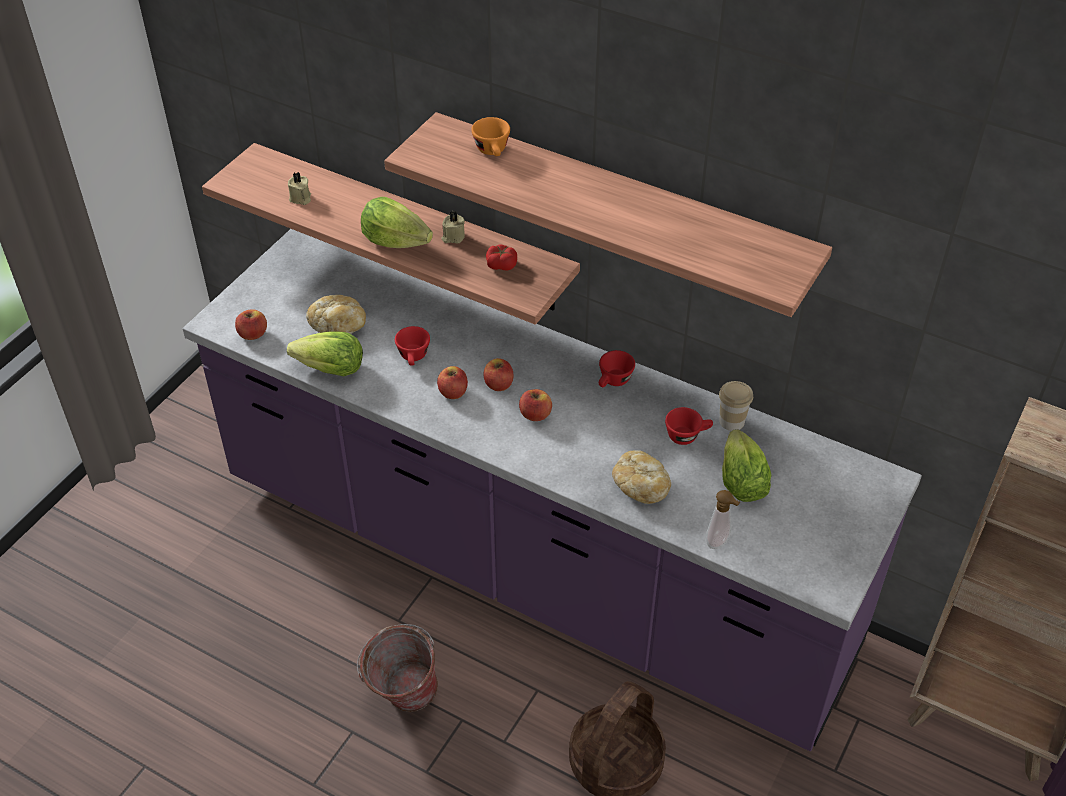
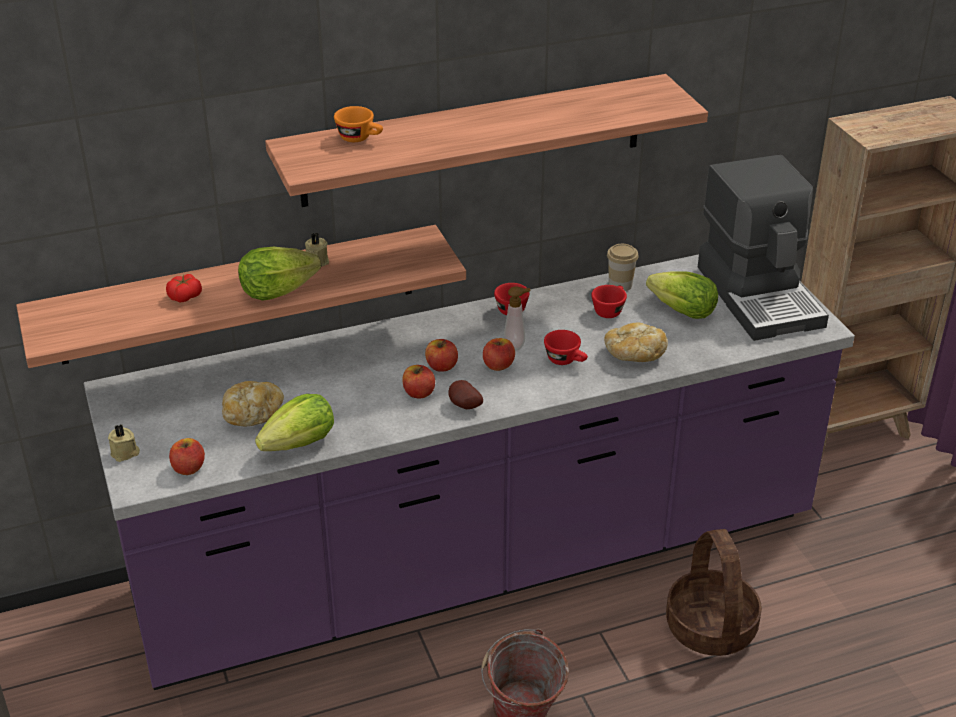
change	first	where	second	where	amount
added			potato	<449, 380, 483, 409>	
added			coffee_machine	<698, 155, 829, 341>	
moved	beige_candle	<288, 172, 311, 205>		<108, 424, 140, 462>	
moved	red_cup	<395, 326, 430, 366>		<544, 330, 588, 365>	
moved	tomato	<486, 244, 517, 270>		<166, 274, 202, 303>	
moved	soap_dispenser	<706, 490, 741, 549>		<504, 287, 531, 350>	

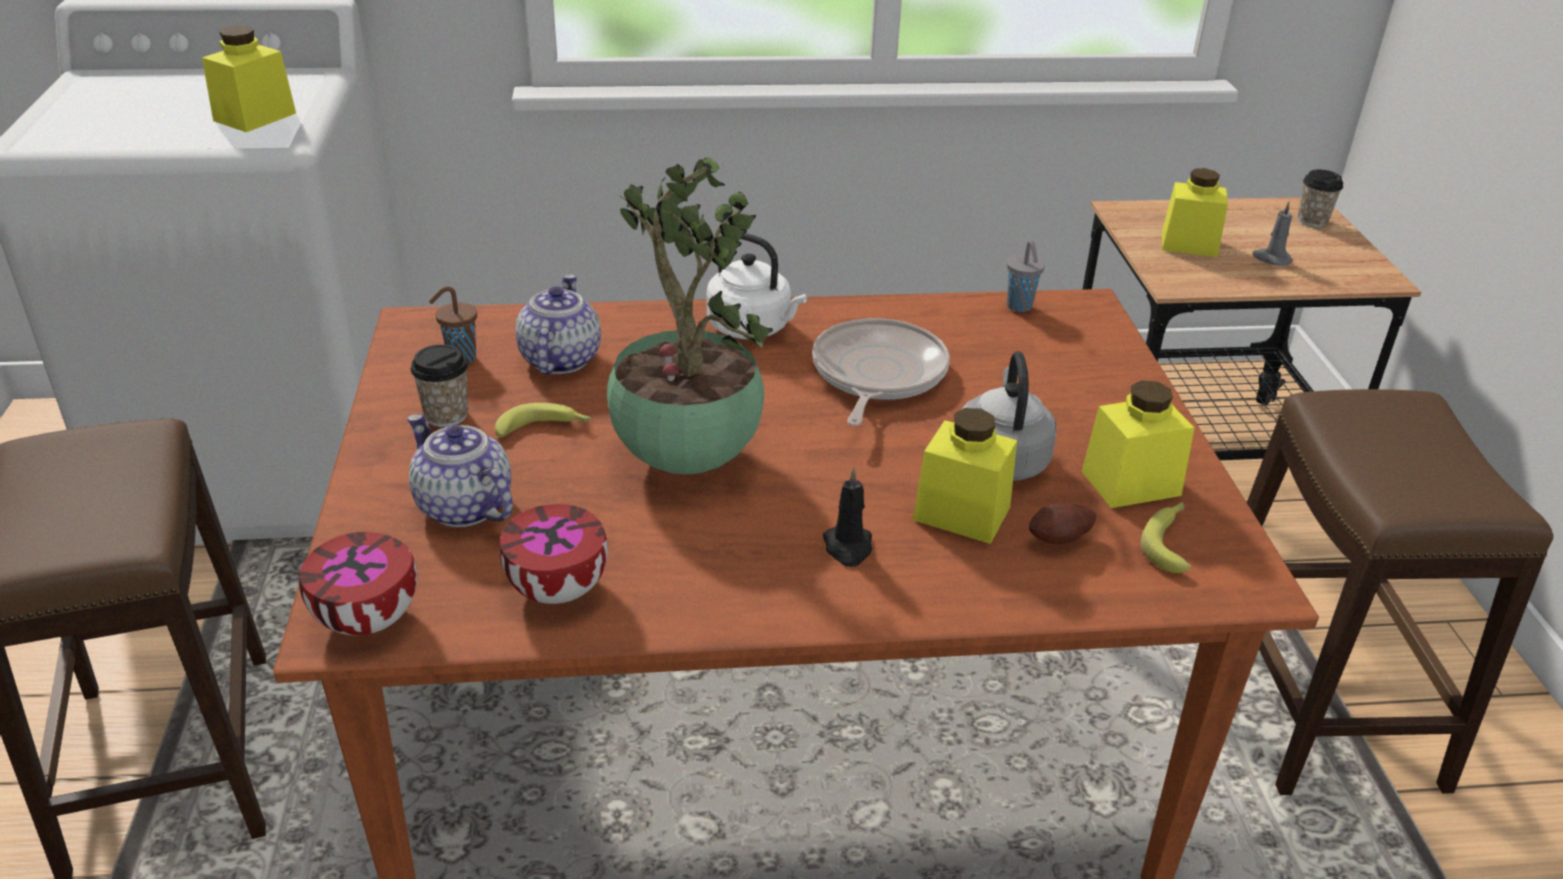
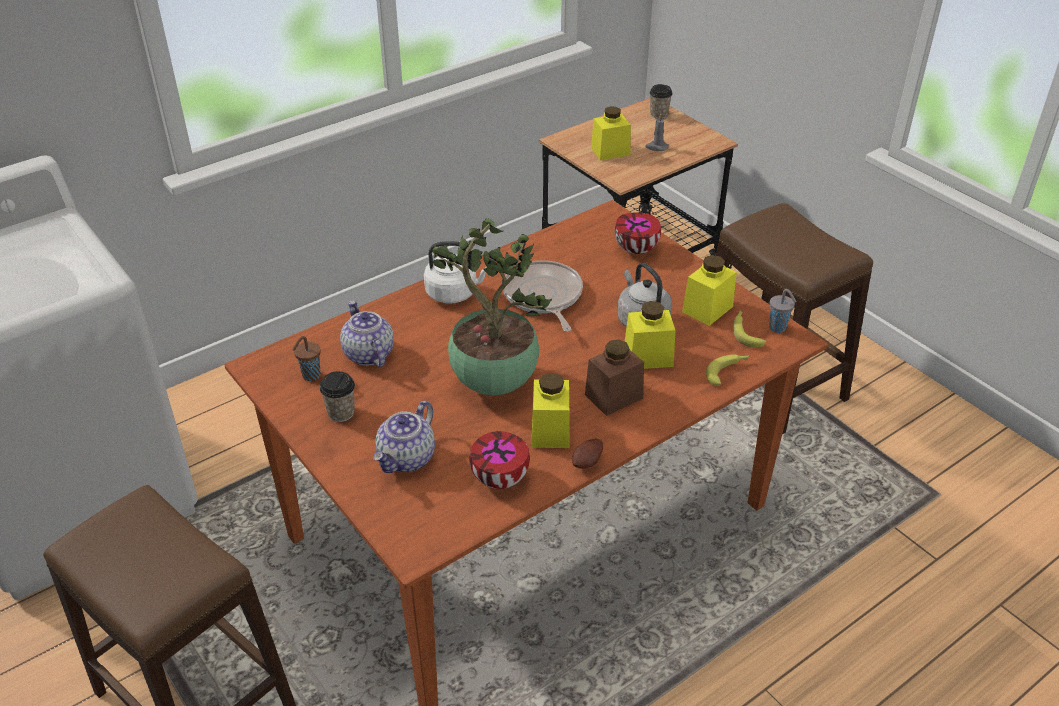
change	first	where	second	where	amount
moved	yellow_jar	<202, 25, 296, 132>		<532, 373, 570, 448>	
moved	bowl	<299, 532, 417, 636>		<615, 212, 661, 254>	
moved	banana	<495, 403, 592, 437>		<706, 354, 749, 386>	
moved	grey_cup	<1007, 240, 1045, 312>		<769, 289, 797, 333>	
moved	potato	<1029, 503, 1097, 544>		<572, 439, 603, 469>	
replaced	black_candle	<823, 468, 872, 567>	brown_jar	<585, 340, 644, 416>	
turned	teapot	<407, 414, 513, 527>		<373, 401, 435, 473>	75 degrees counterclockwise

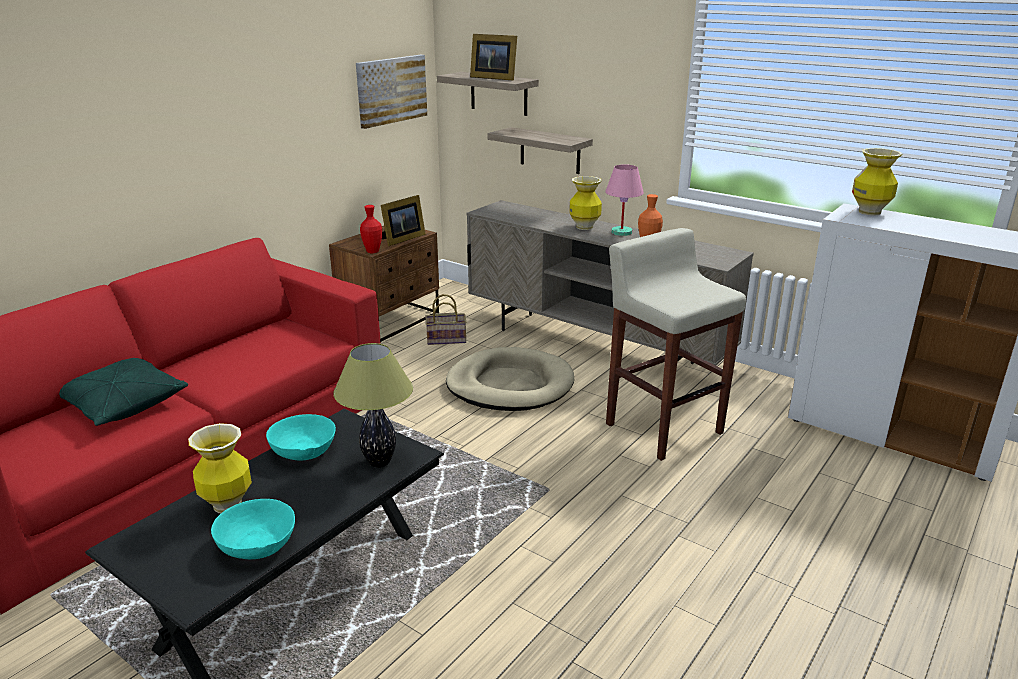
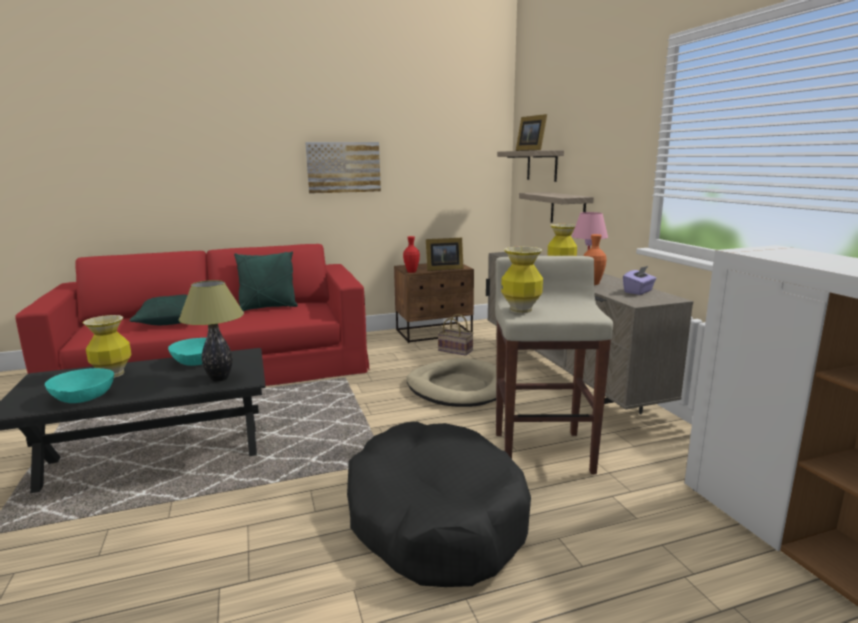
change	first	where	second	where	amount
added			green_pillow	<234, 251, 298, 311>	
added			black_dog_bed	<347, 421, 531, 587>	
added			purple_tissue_box	<623, 266, 657, 295>	
moved	picture	<356, 55, 427, 129>		<305, 142, 381, 194>	
moved	vase	<852, 148, 902, 216>		<501, 247, 543, 313>	

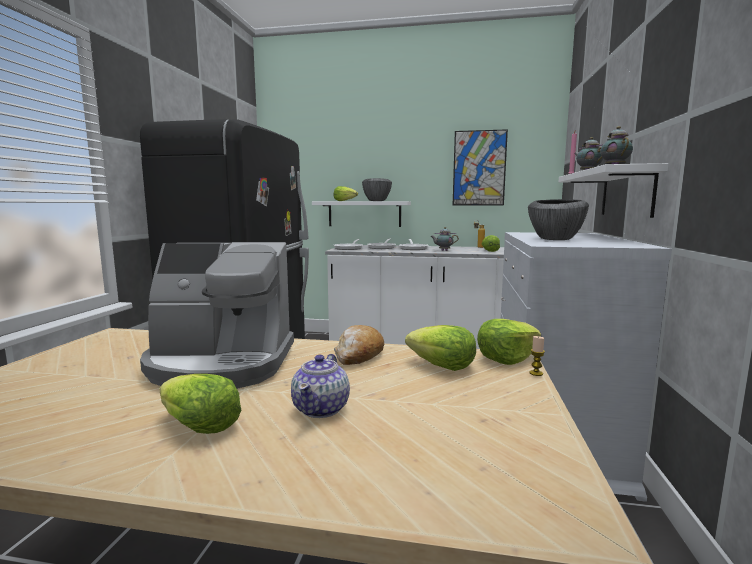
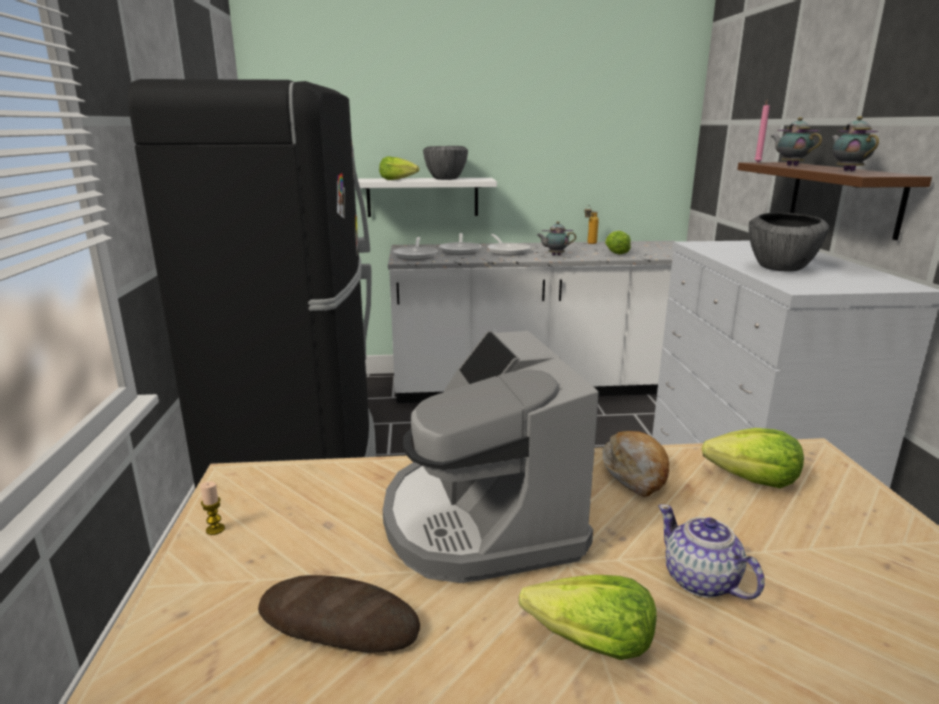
change	first	where	second	where	amount
removed	picture	<453, 129, 508, 206>			
removed	lettuce	<477, 319, 541, 365>			
added			bread	<258, 575, 420, 652>	
moved	candle	<529, 336, 545, 376>		<200, 481, 225, 535>	
recoloured	white_shelf	<559, 163, 669, 218>	brown_shelf	<737, 162, 932, 240>	
turned	coffee_machine	<140, 242, 294, 389>		<383, 331, 599, 583>	90 degrees clockwise
turned	teapot	<291, 354, 350, 418>		<658, 504, 765, 600>	150 degrees clockwise

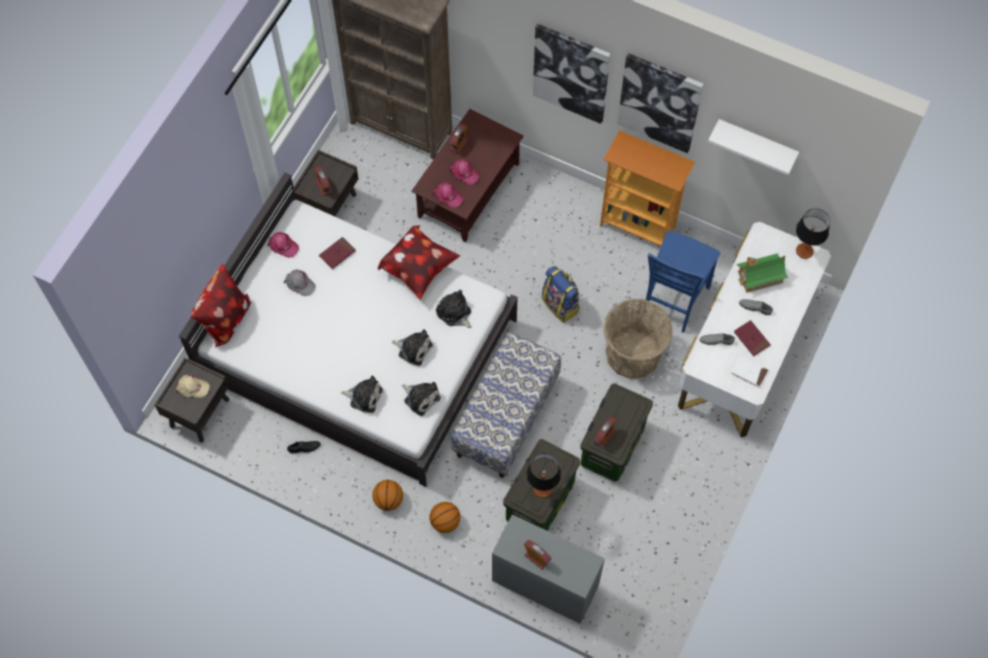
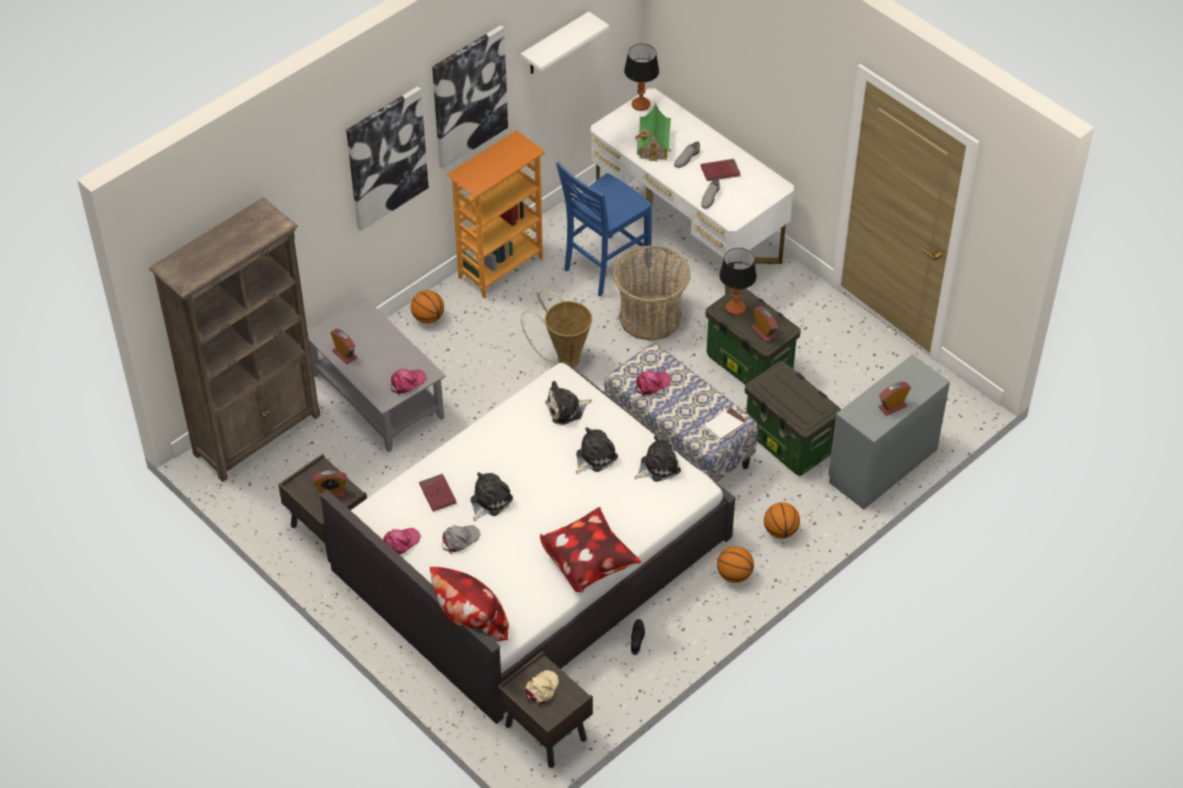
change	first	where	second	where	amount
added			basketball	<411, 290, 444, 324>	
moved	plush_toy	<341, 376, 383, 413>		<470, 472, 513, 521>	
moved	pillow	<378, 225, 460, 300>		<540, 507, 642, 592>	
moved	pink_cap	<449, 159, 480, 185>		<636, 370, 671, 397>	
moved	table_lamp	<526, 453, 561, 498>		<719, 248, 757, 315>	
moved	white_book	<730, 356, 769, 388>		<704, 407, 748, 441>	
replaced	backpack	<542, 266, 580, 323>	basket	<521, 290, 592, 368>	
recoloured	brown_coffee_table	<412, 109, 524, 242>	grey_coffee_table	<307, 297, 446, 452>	
turned	blue_chair	<643, 231, 720, 333>		<556, 162, 652, 297>	90 degrees clockwise

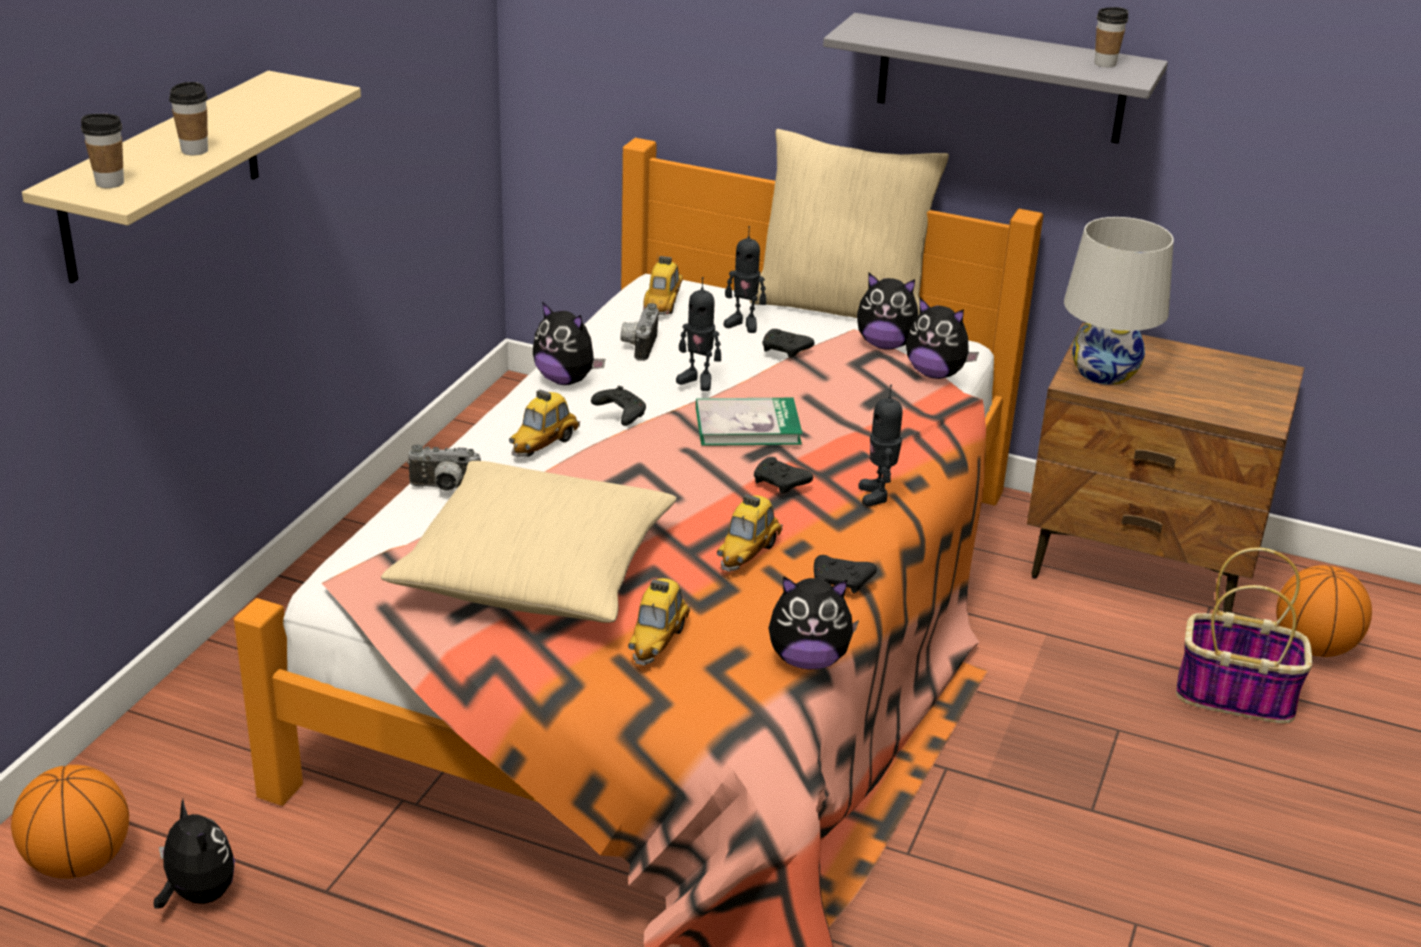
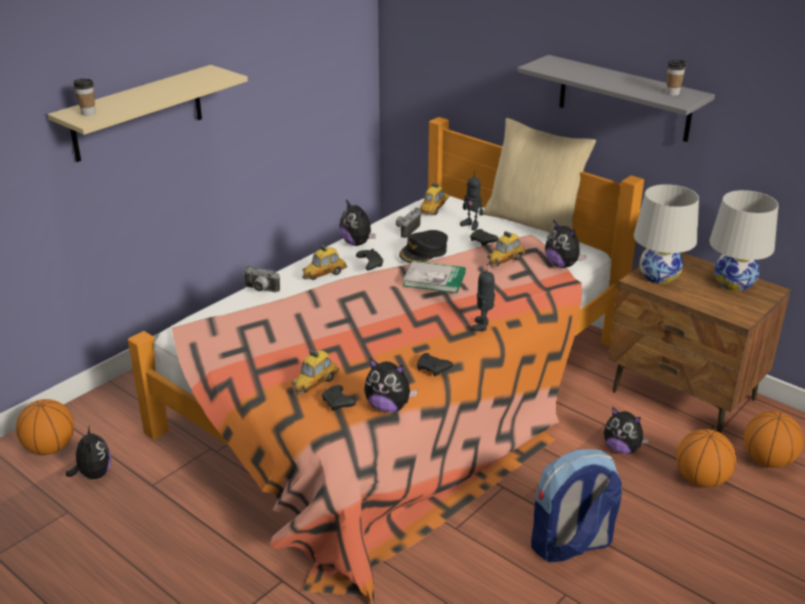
change	first	where	second	where	amount
removed	cup	<169, 82, 208, 155>			
removed	beige_pillow	<381, 461, 677, 623>			
added			backpack	<531, 449, 622, 562>	
added			white_table_lamp	<709, 190, 778, 291>	
moved	toy_car	<717, 494, 783, 572>		<487, 231, 526, 266>	
moved	black_game_controller	<754, 457, 813, 494>		<321, 385, 356, 411>	
moved	plush_toy	<857, 273, 918, 350>		<604, 407, 650, 454>	
replaced	toy_robot	<676, 277, 721, 391>	black_cap	<399, 230, 448, 263>	
replaced	basket	<1176, 547, 1313, 724>	basketball	<676, 429, 736, 488>	

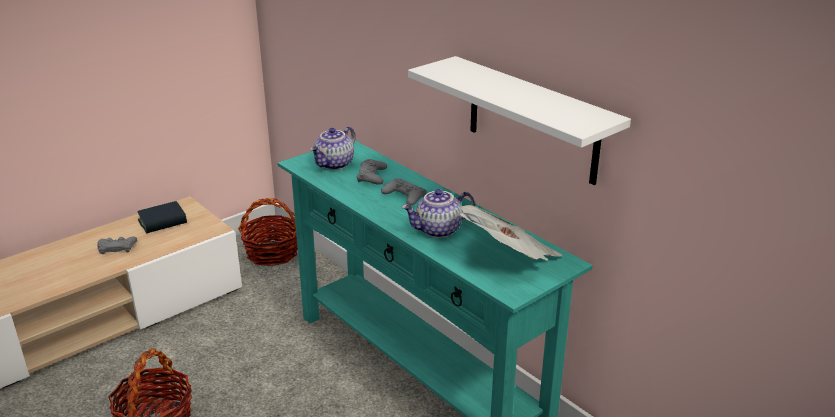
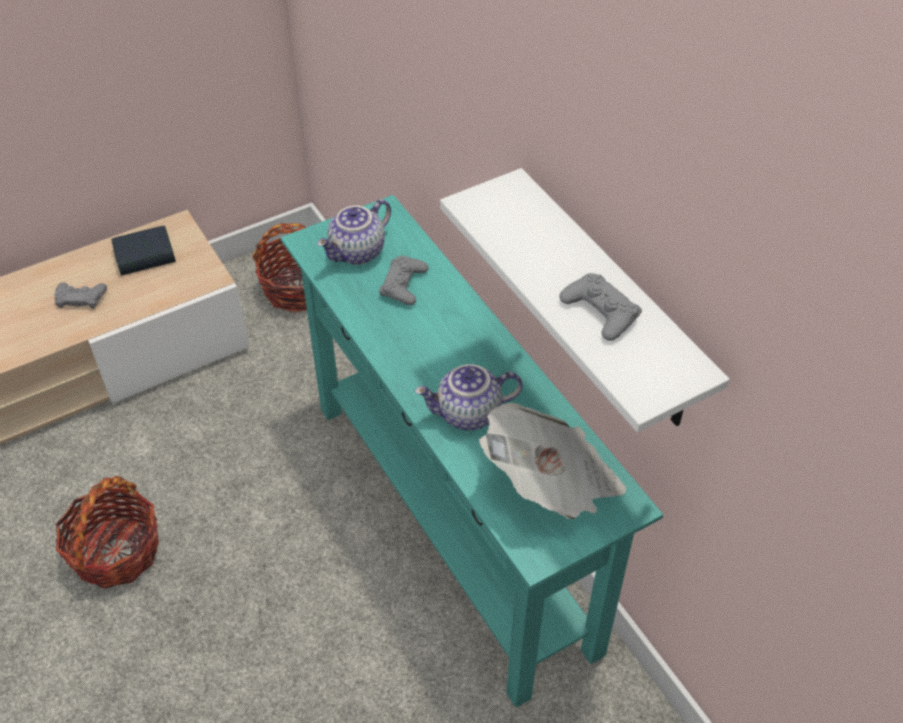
change	first	where	second	where	amount
moved	grey_game_controller	<381, 178, 426, 205>		<559, 273, 642, 341>	

